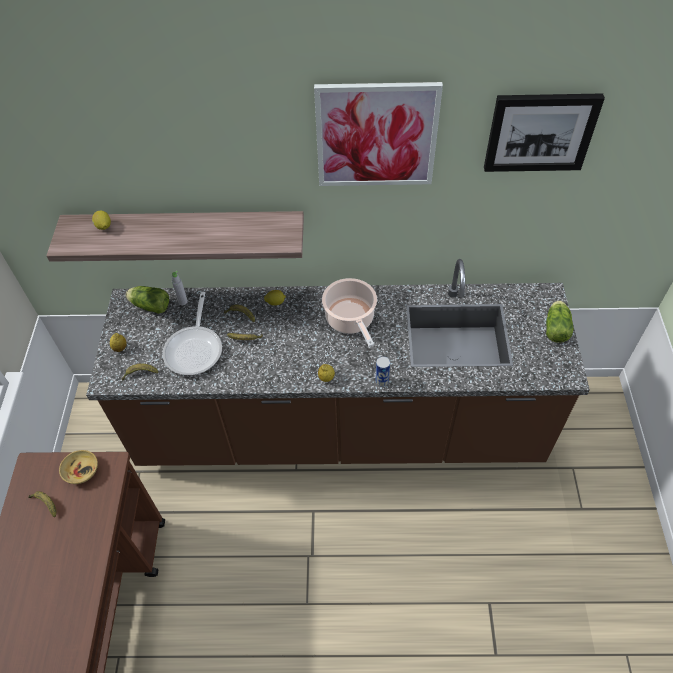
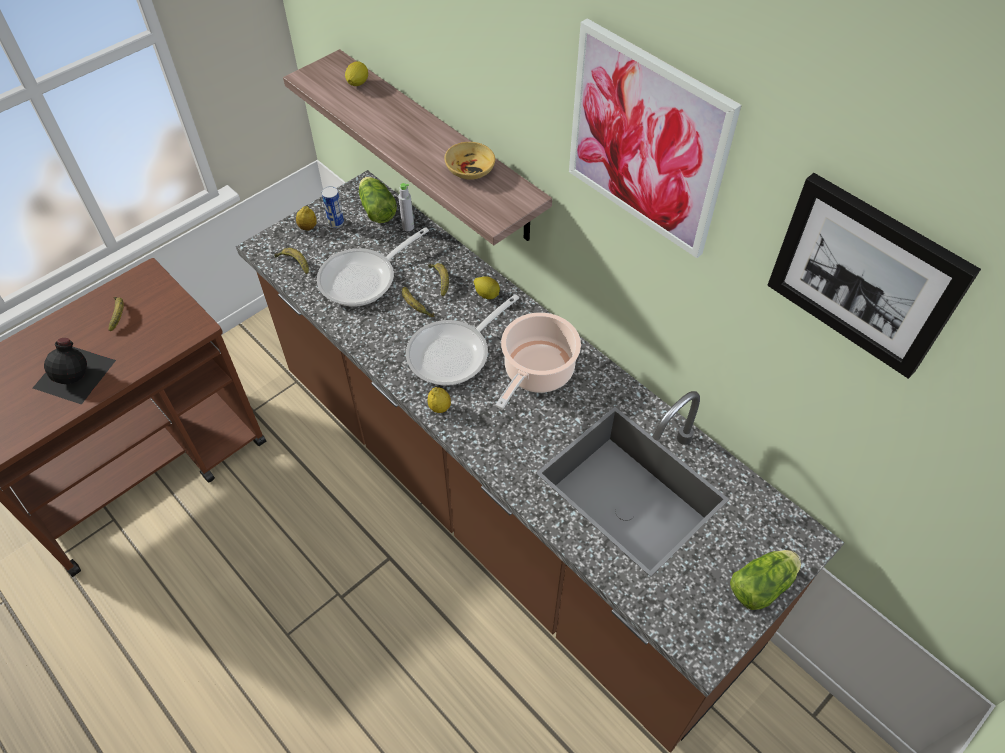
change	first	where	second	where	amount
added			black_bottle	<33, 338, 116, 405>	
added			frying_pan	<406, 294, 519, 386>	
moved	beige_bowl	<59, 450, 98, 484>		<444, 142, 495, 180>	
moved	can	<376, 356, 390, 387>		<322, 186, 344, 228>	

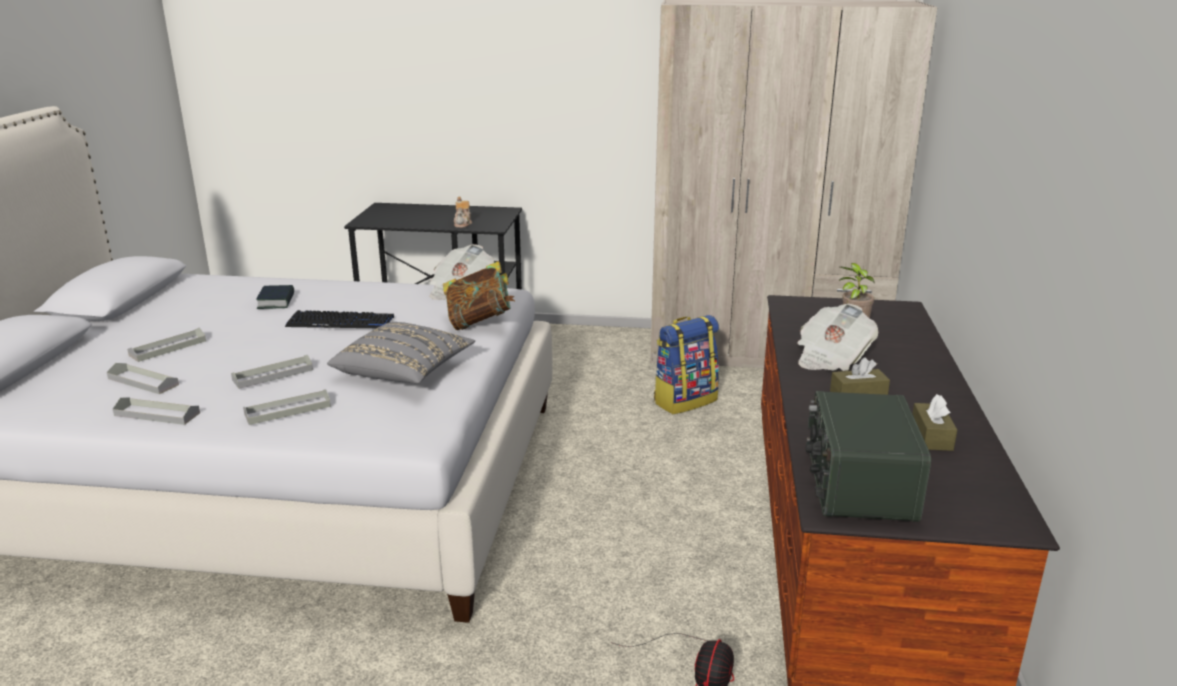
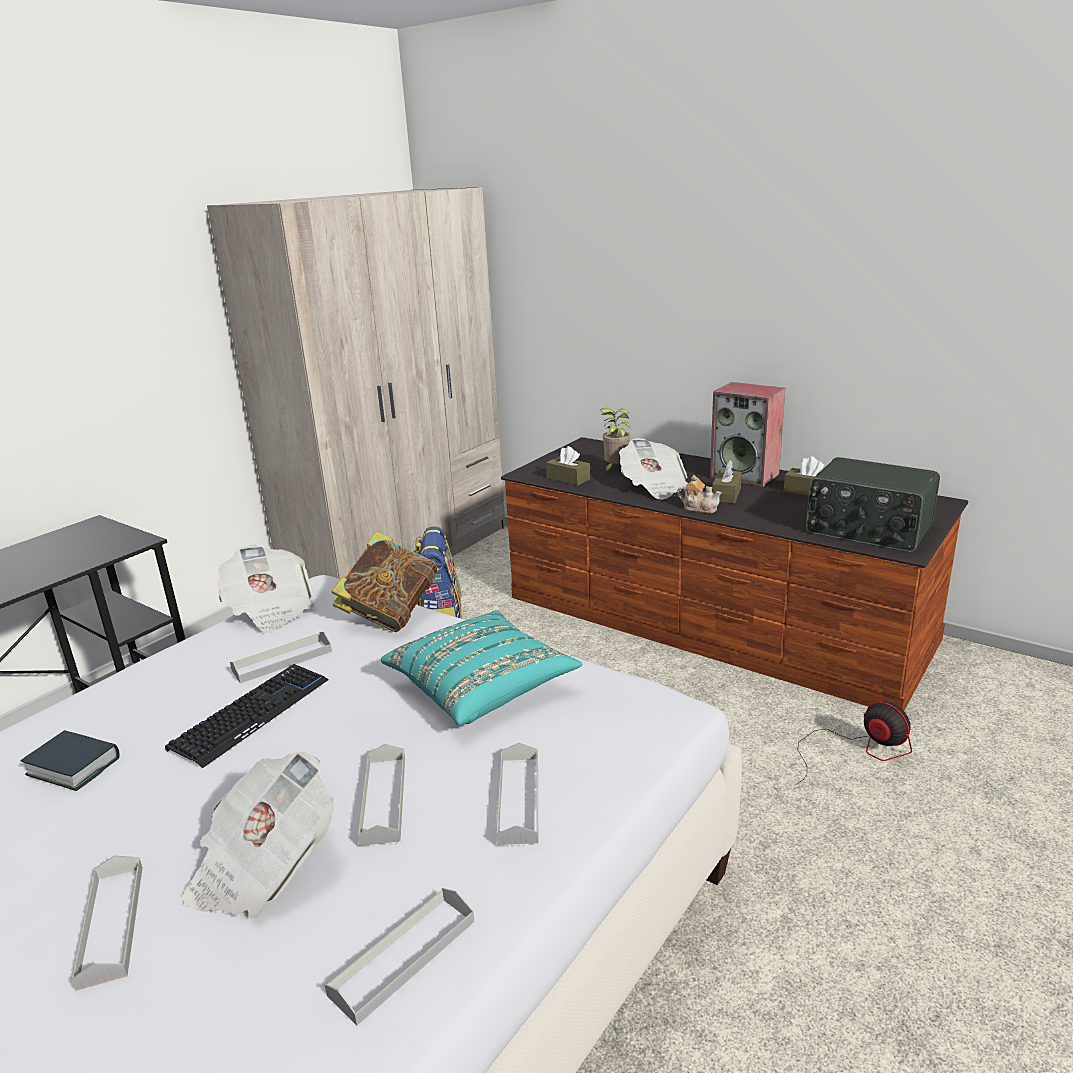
change	first	where	second	where	amount
added			newspaper	<182, 752, 334, 918>	
added			brown_tissue_box	<546, 446, 590, 486>	
added			speaker	<710, 382, 785, 487>	
moved	grey_tray	<107, 363, 179, 394>		<230, 632, 332, 683>	
moved	teapot	<454, 197, 472, 228>		<677, 475, 722, 513>	
recoloured	grey_pillow	<327, 322, 475, 384>	turquoise_pillow	<381, 610, 582, 726>	

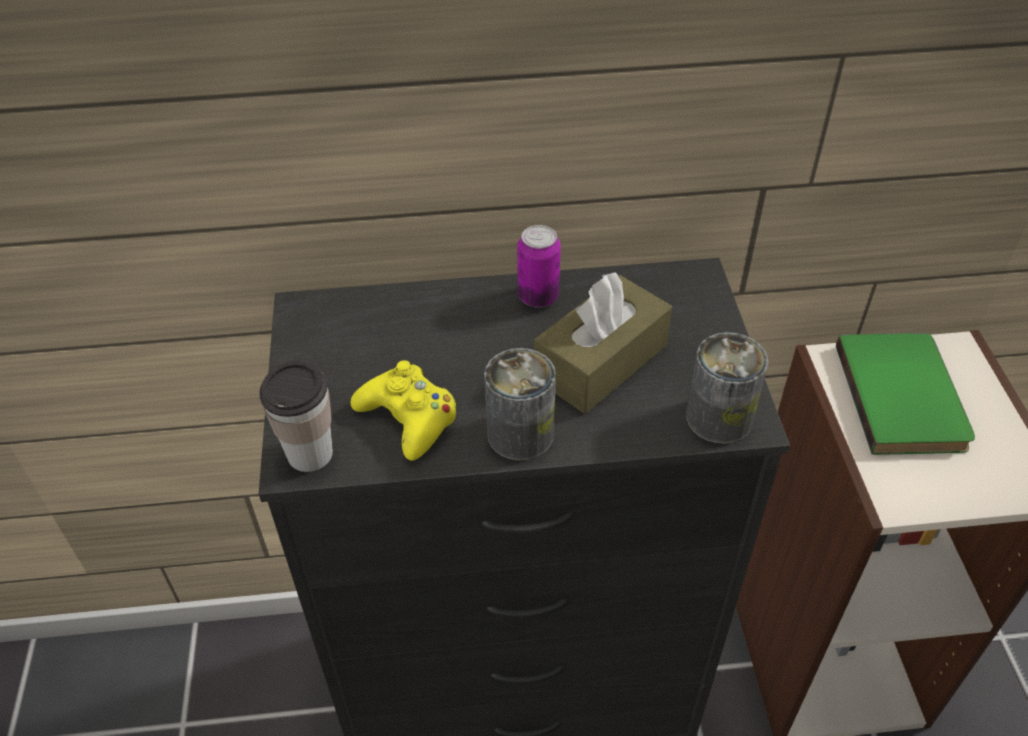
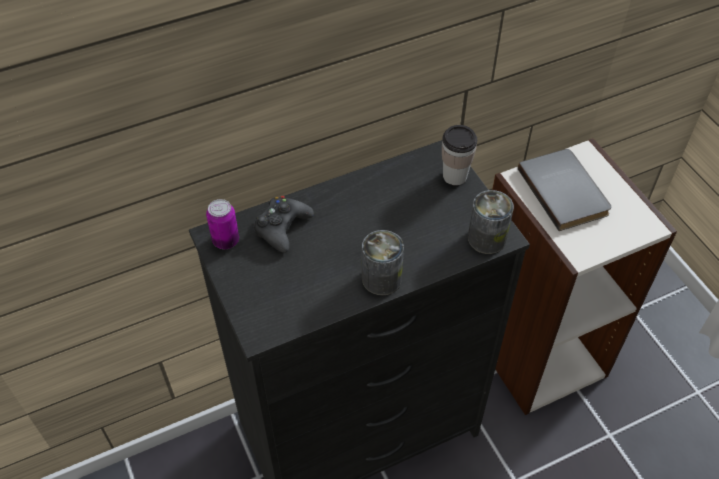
change	first	where	second	where	amount
removed	yellow_game_controller	<351, 360, 457, 461>			
removed	brown_tissue_box	<534, 272, 672, 414>			
added			black_game_controller	<254, 196, 314, 253>	
moved	cup	<259, 361, 333, 472>		<442, 125, 477, 185>	
moved	can	<517, 225, 561, 308>		<206, 199, 239, 249>	
recoloured	green_book	<836, 333, 975, 455>	grey_book	<518, 149, 612, 231>	

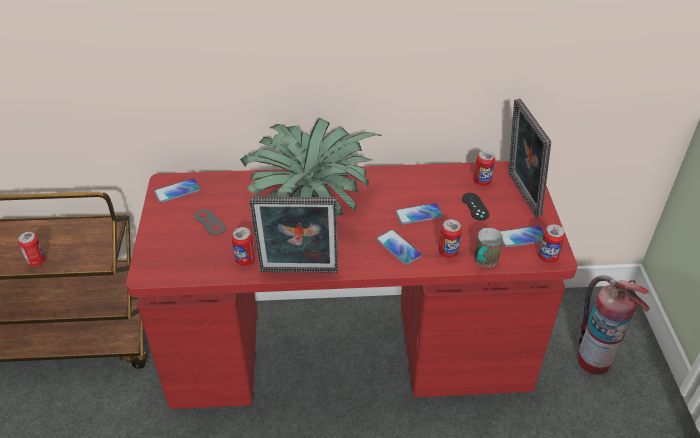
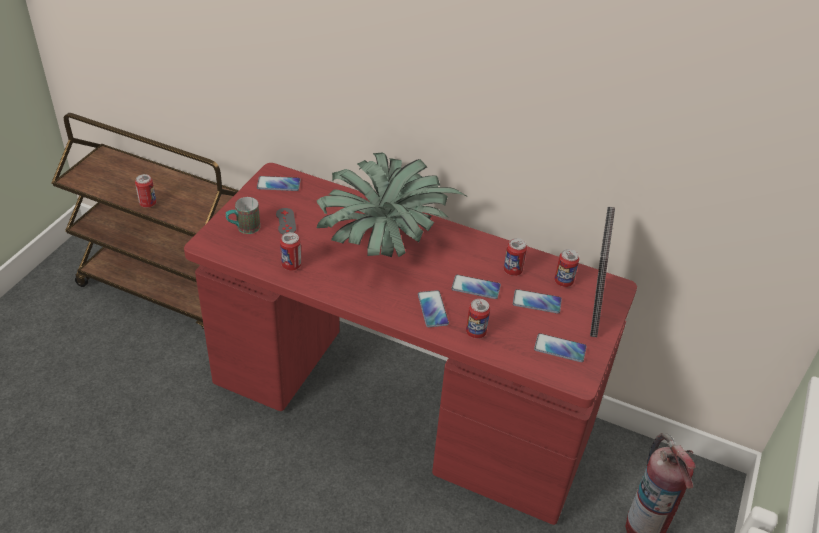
change	first	where	second	where	amount
removed	picture_frame	<250, 197, 338, 273>			
moved	mug	<474, 228, 503, 267>		<226, 197, 260, 234>	
moved	can	<538, 224, 565, 263>		<504, 238, 527, 276>	
replaced	black_game_controller	<462, 193, 489, 221>	phone	<513, 289, 562, 313>	

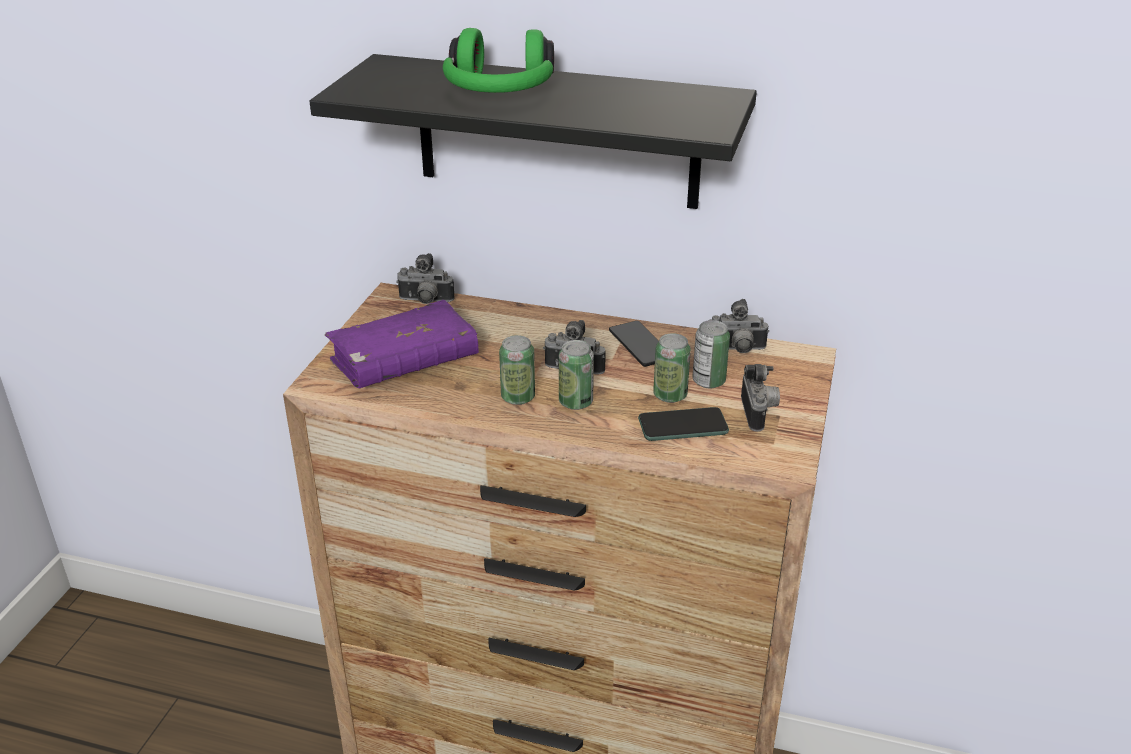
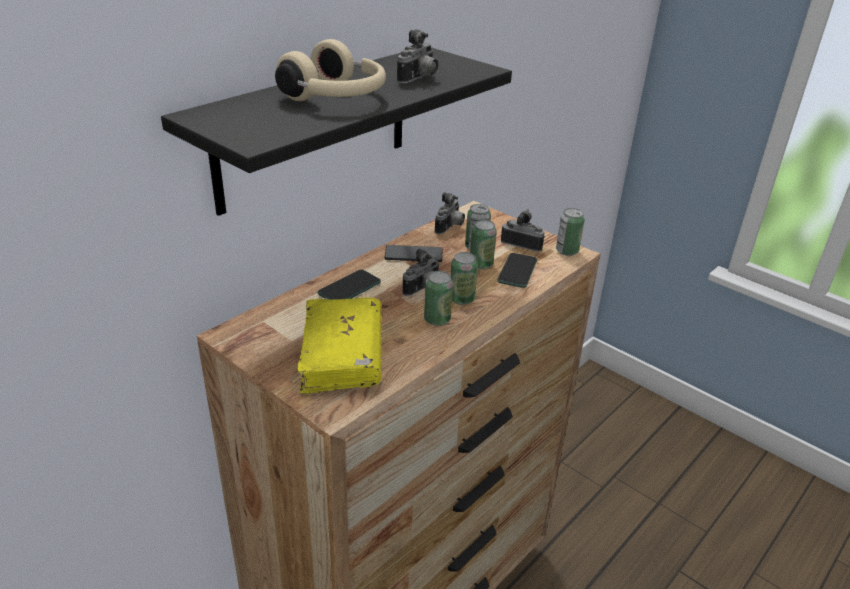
change	first	where	second	where	amount
added			phone	<318, 270, 381, 299>	
added			can	<556, 208, 585, 256>	
moved	photo_camera	<396, 253, 455, 304>		<397, 29, 438, 84>	
recoloured	purple_book	<325, 300, 479, 388>	yellow_book	<297, 297, 382, 395>	
recoloured	green_headphones	<443, 28, 554, 93>	beige_headphones	<275, 39, 386, 101>	

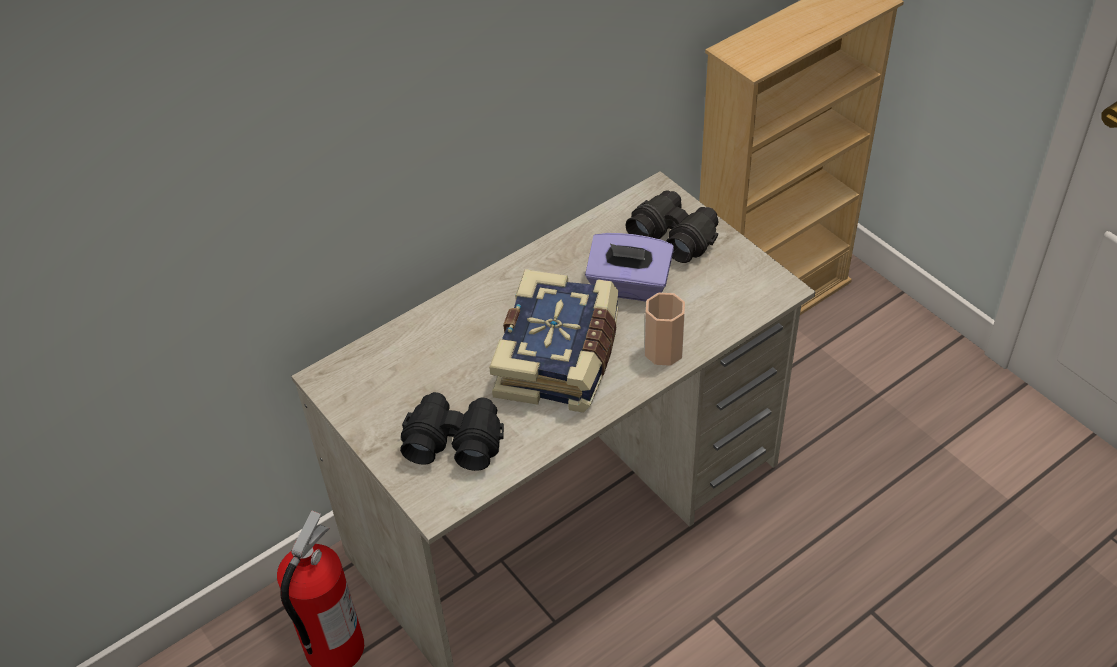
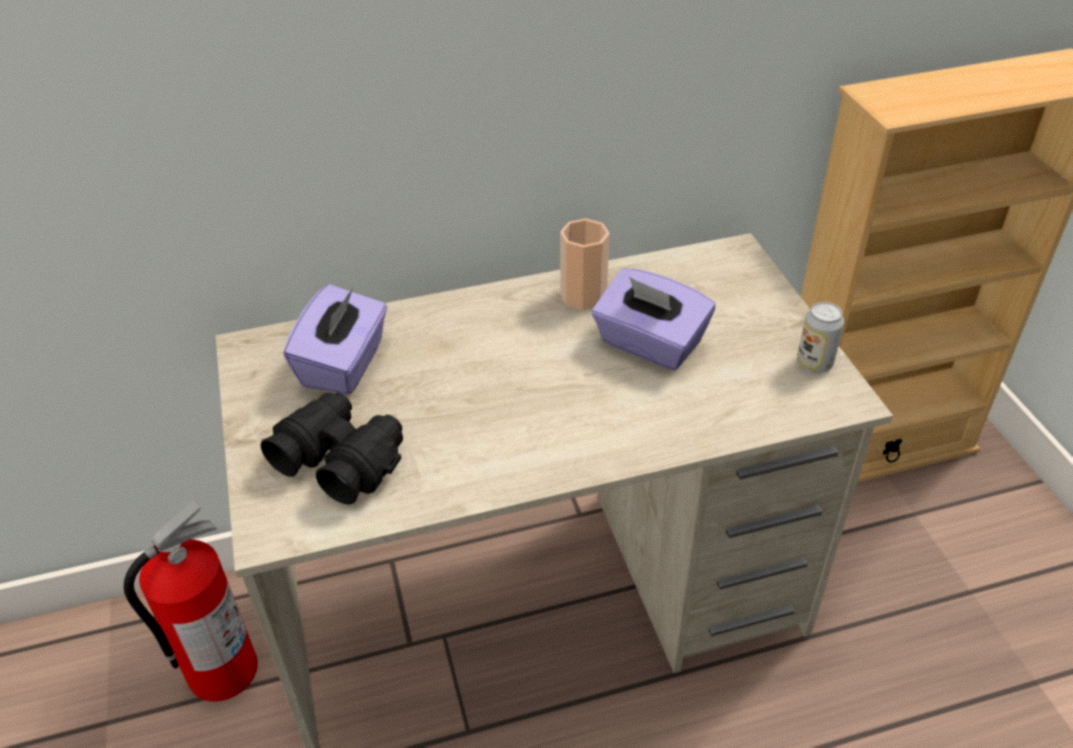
change	first	where	second	where	amount
removed	book	<489, 269, 618, 413>			
removed	black_binoculars	<626, 191, 718, 263>			
added			purple_tissue_box	<283, 284, 387, 394>	
added			can	<797, 302, 844, 373>	
moved	cup	<645, 292, 685, 366>		<560, 219, 609, 310>	

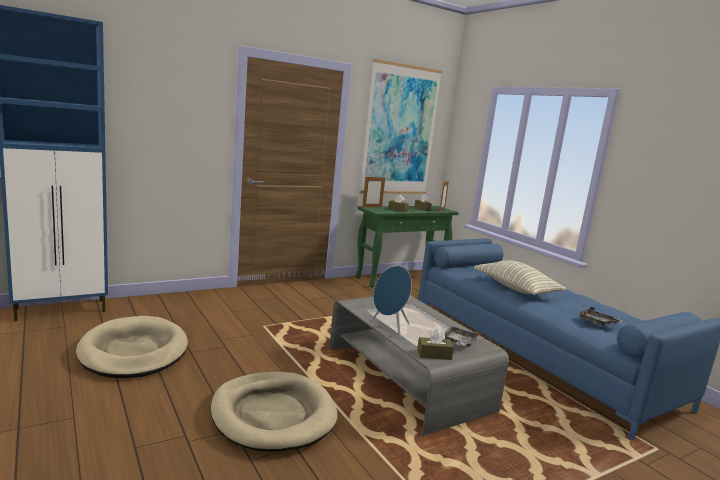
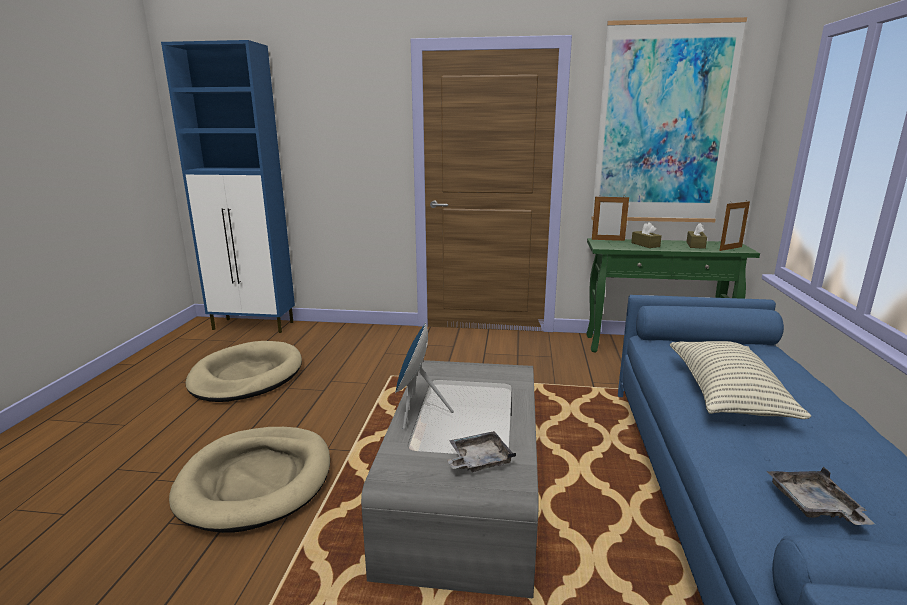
change	first	where	second	where	amount
removed	brown_tissue_box	<417, 329, 454, 360>			

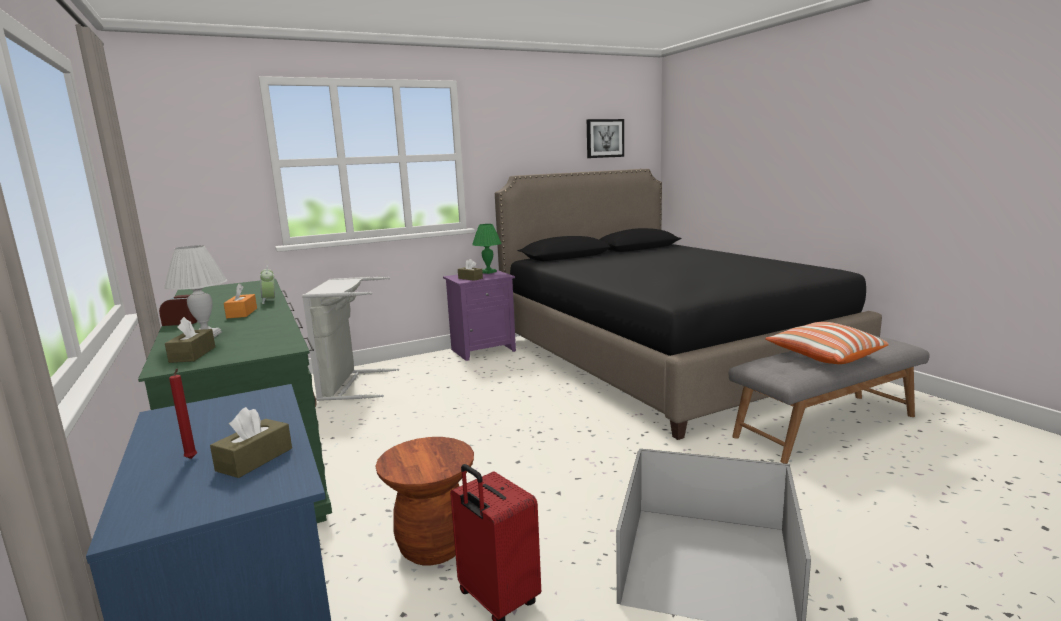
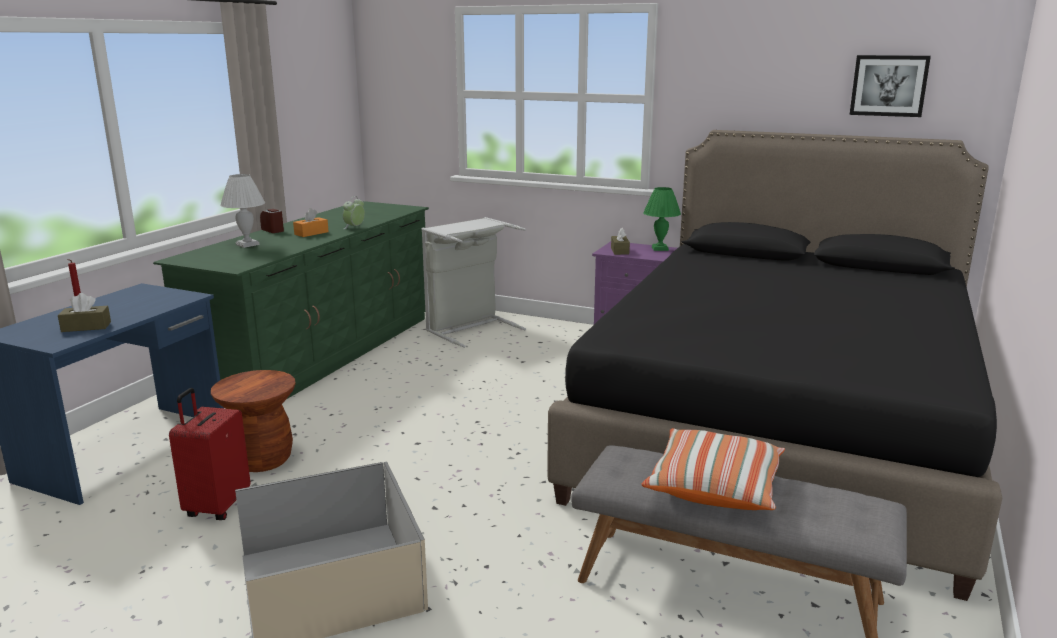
change	first	where	second	where	amount
removed	brown_tissue_box	<165, 317, 215, 363>			

